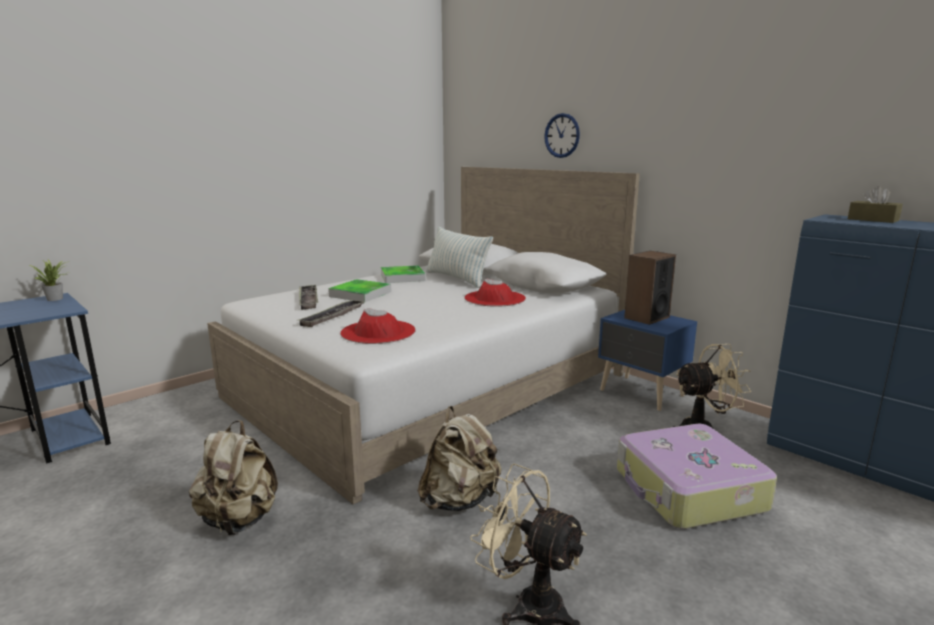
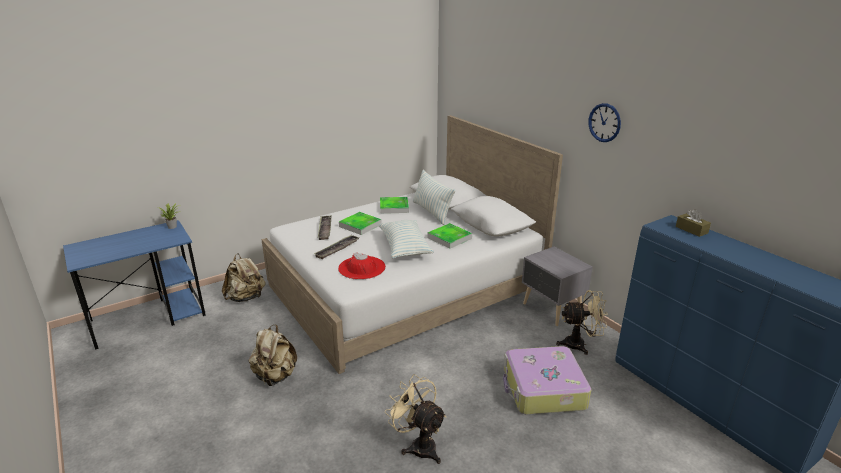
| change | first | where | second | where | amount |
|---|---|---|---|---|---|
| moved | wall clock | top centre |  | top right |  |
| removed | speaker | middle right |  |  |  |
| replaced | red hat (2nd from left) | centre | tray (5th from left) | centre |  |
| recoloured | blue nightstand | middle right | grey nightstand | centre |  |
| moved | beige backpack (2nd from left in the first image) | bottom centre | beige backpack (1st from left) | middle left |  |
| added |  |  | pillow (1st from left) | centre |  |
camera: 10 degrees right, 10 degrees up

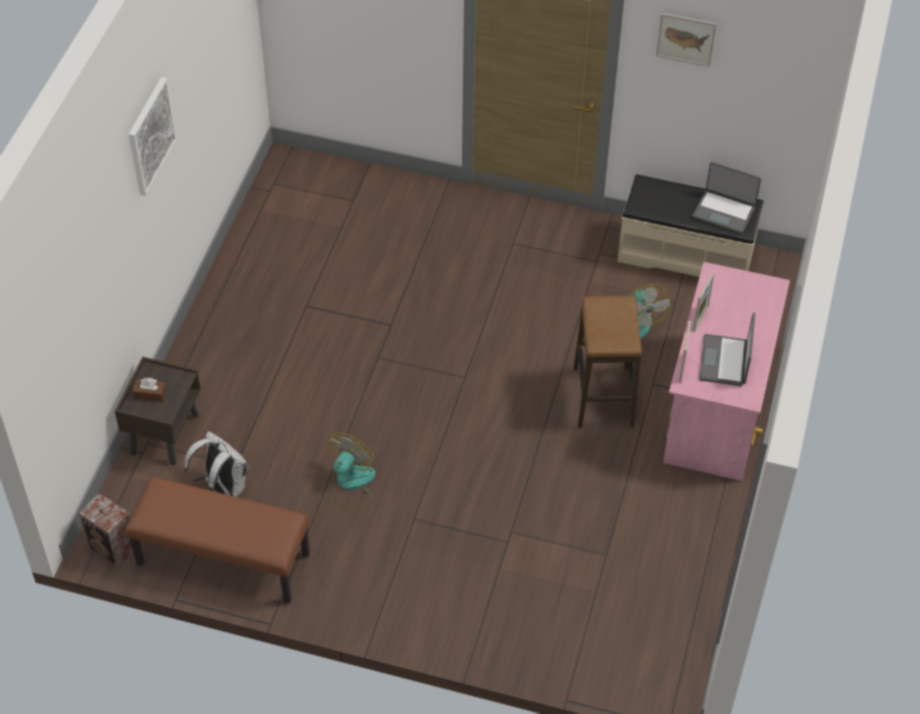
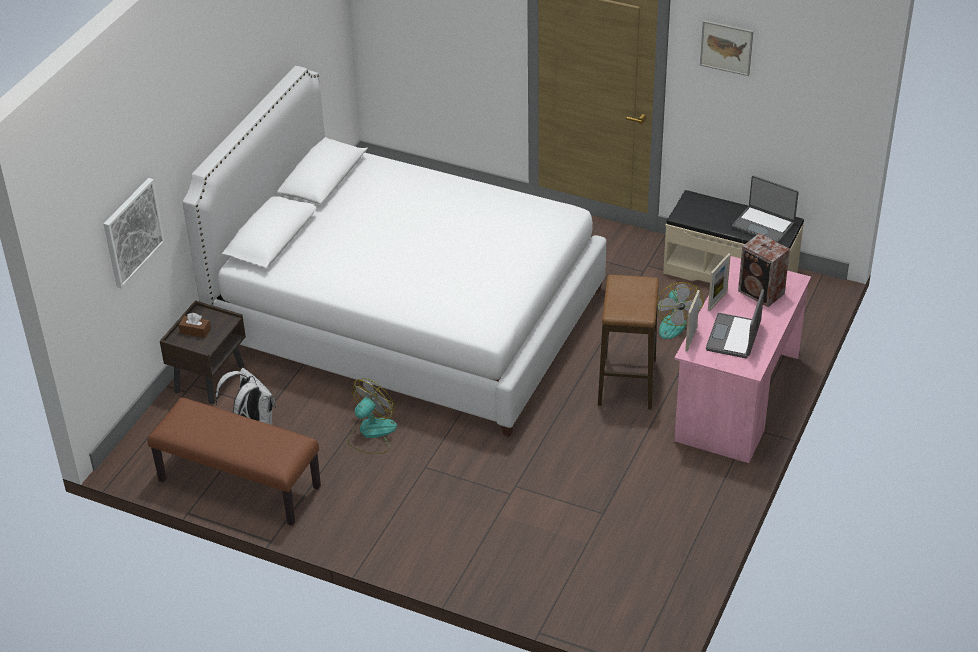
| change | first | where | second | where | amount |
|---|---|---|---|---|---|
| moved | picture (1st from left) | top left |  | middle left |  |
| moved | speaker | bottom left |  | middle right |  |
| added |  |  | white bed | centre |  |
camera: 10 degrees right, 10 degrees down

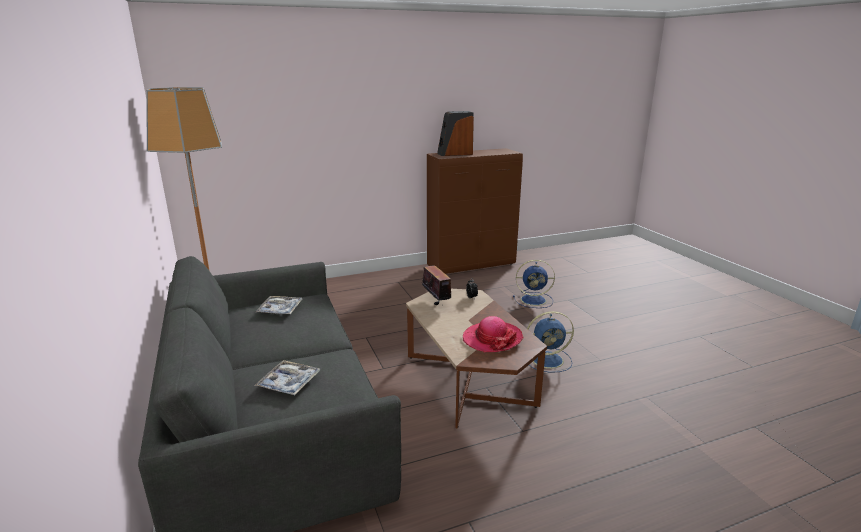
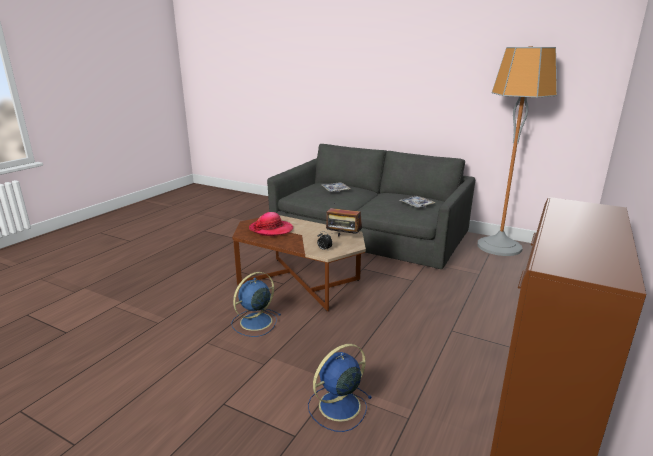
| change | first | where | second | where | amount |
|---|---|---|---|---|---|
| removed | speaker | top centre |  |  |  |
camera: 140 degrees right, 0 degrees up

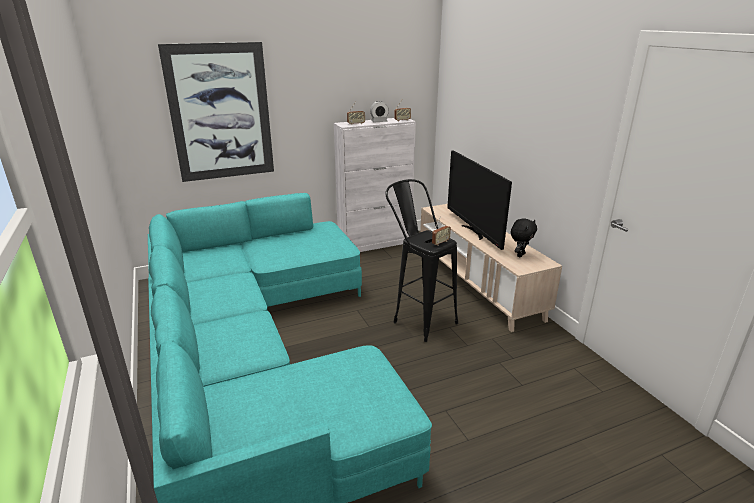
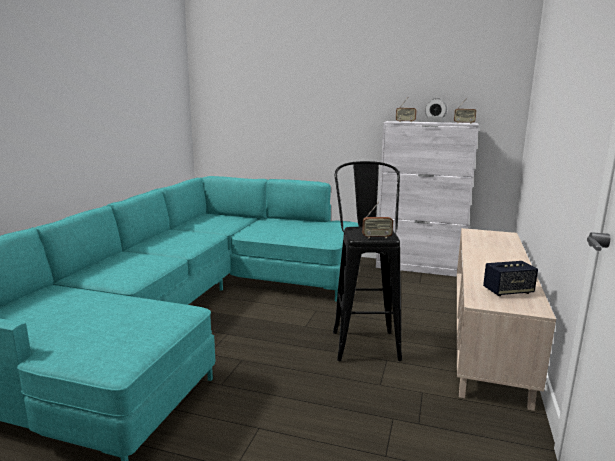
| change | first | where | second | where | amount |
|---|---|---|---|---|---|
| removed | picture | top left |  |  |  |
| removed | television | centre |  |  |  |
| replaced | black plush toy | middle right | speaker | middle right |  |
camera: 40 degrees right, 10 degrees down

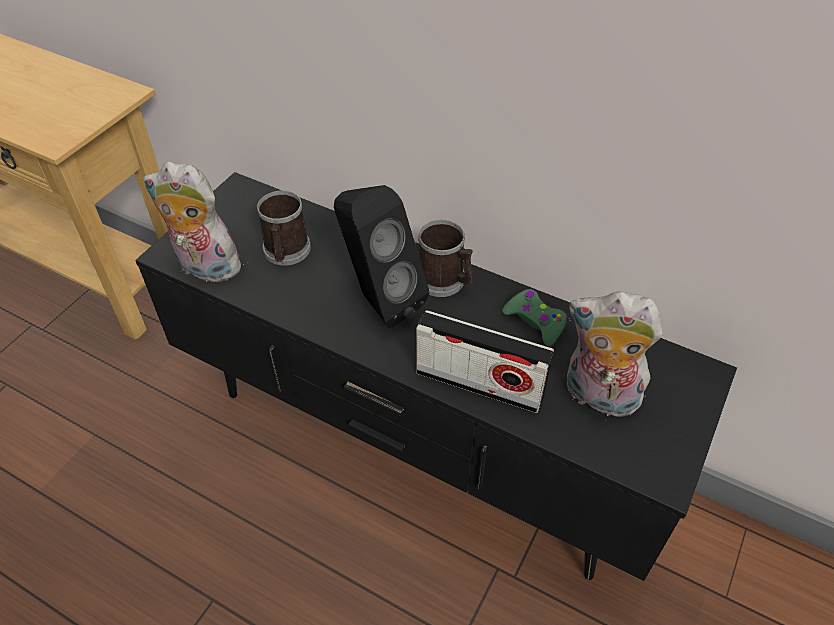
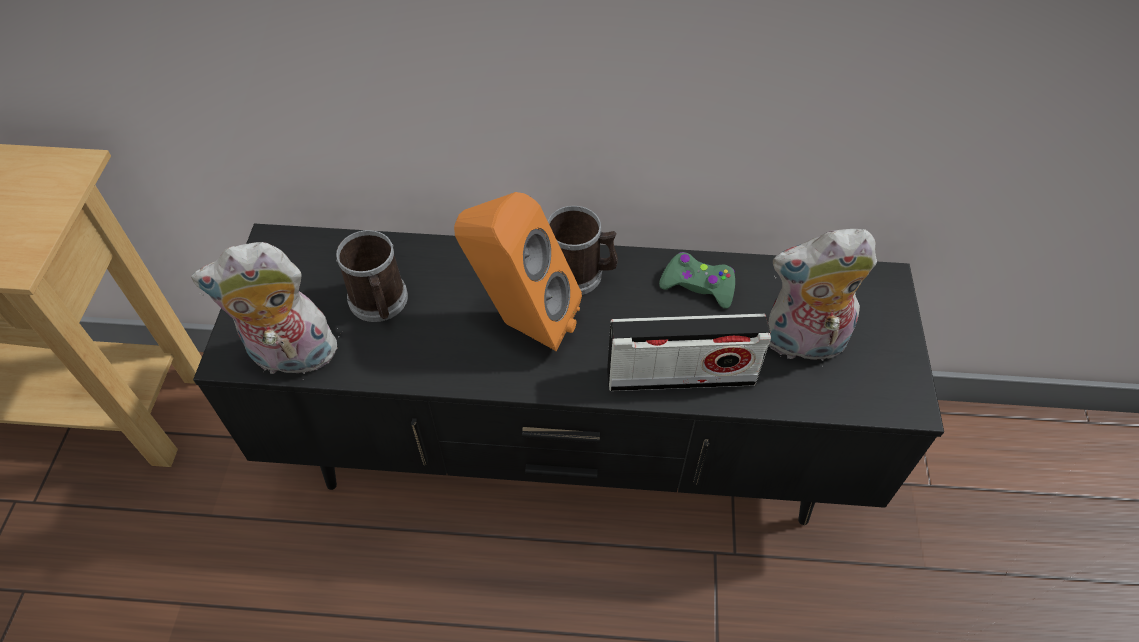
| change | first | where | second | where | amount |
|---|---|---|---|---|---|
| recoloured | black speaker | centre | orange speaker | centre |  |
camera: 25 degrees left, 5 degrees up

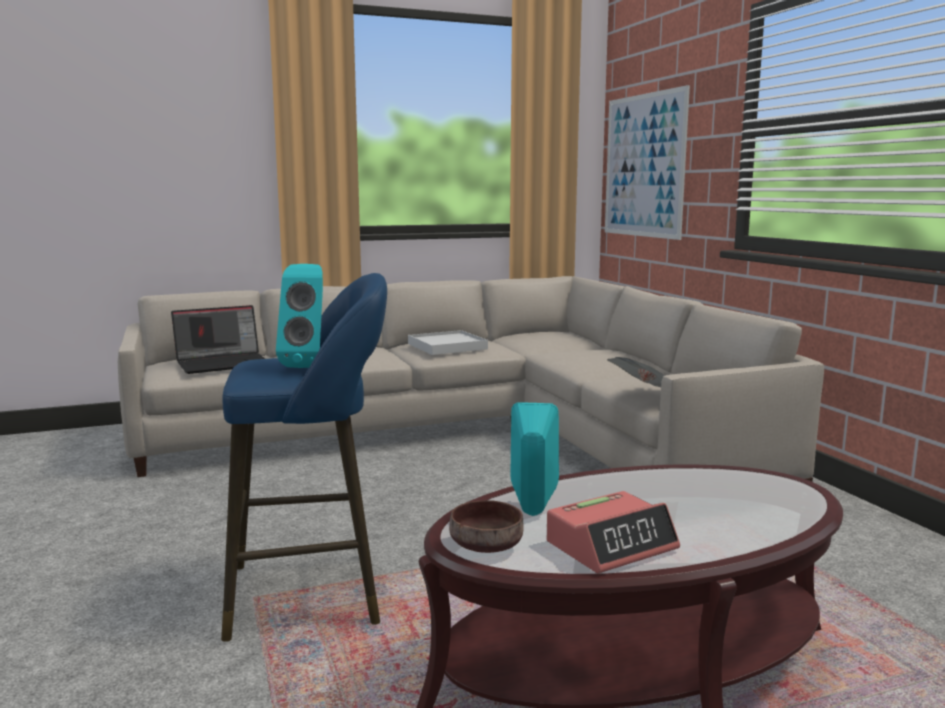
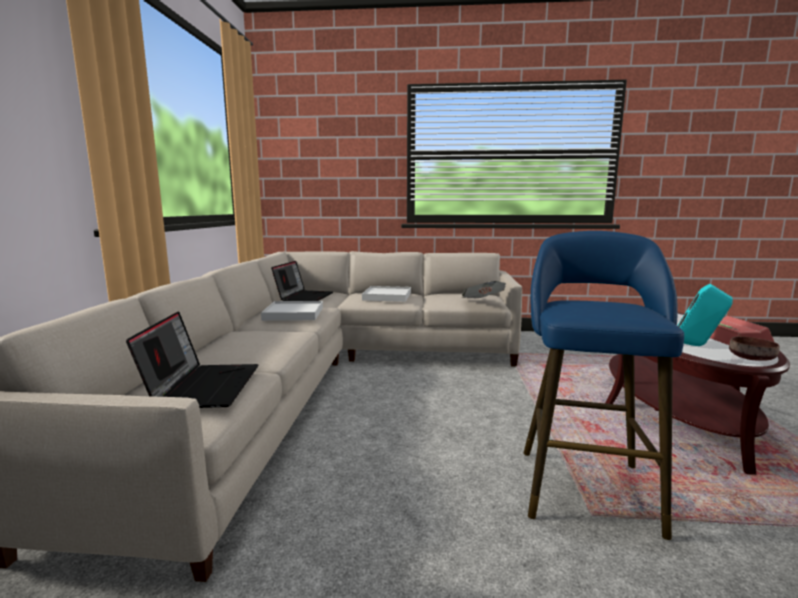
| change | first | where | second | where | amount |
|---|---|---|---|---|---|
| removed | picture | top right |  |  |  |
| removed | turquoise speaker (1st from left) | middle left |  |  |  |
| added |  |  | laptop (2nd from left) | centre |  |
| added |  |  | white tray (2nd from left) | centre |  |
camera: 65 degrees left, 0 degrees up

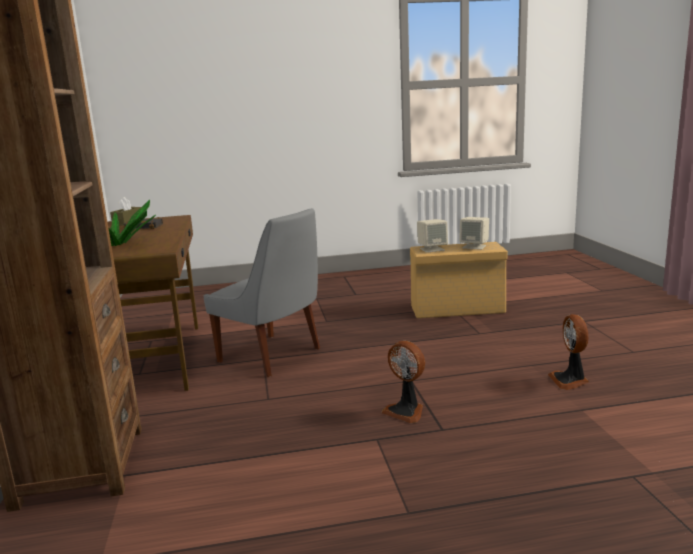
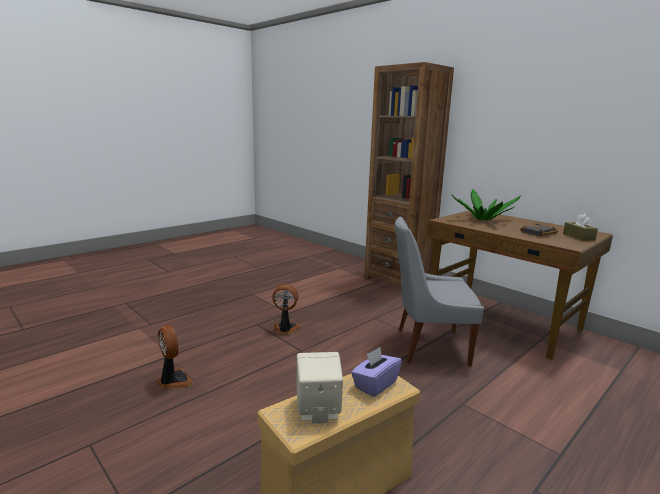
| change | first | where | second | where | amount |
|---|---|---|---|---|---|
| replaced | beige speaker (1st from left) | centre | purple tissue box | bottom centre |  |
camera: 145 degrees right, 0 degrees up

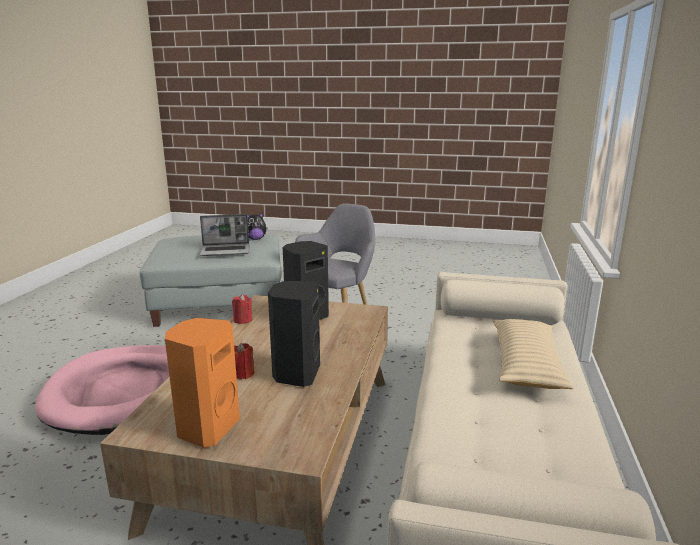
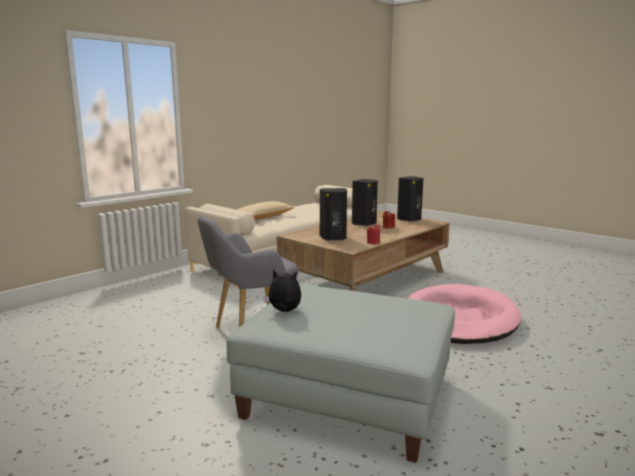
| change | first | where | second | where | amount |
|---|---|---|---|---|---|
| removed | laptop | middle left |  |  |  |
| recoloured | orange speaker | bottom left | black speaker (3rd from left) | centre |  |
camera: 150 degrees left, 5 degrees down

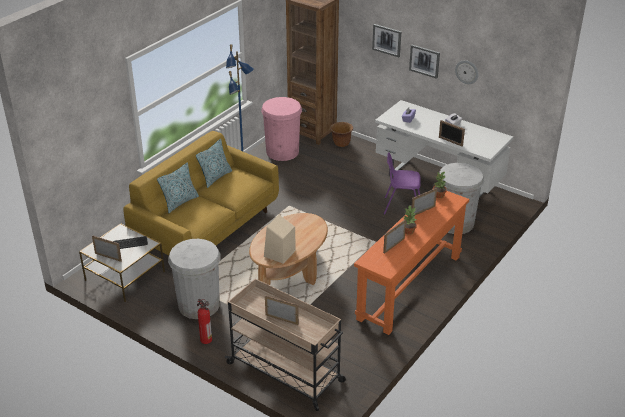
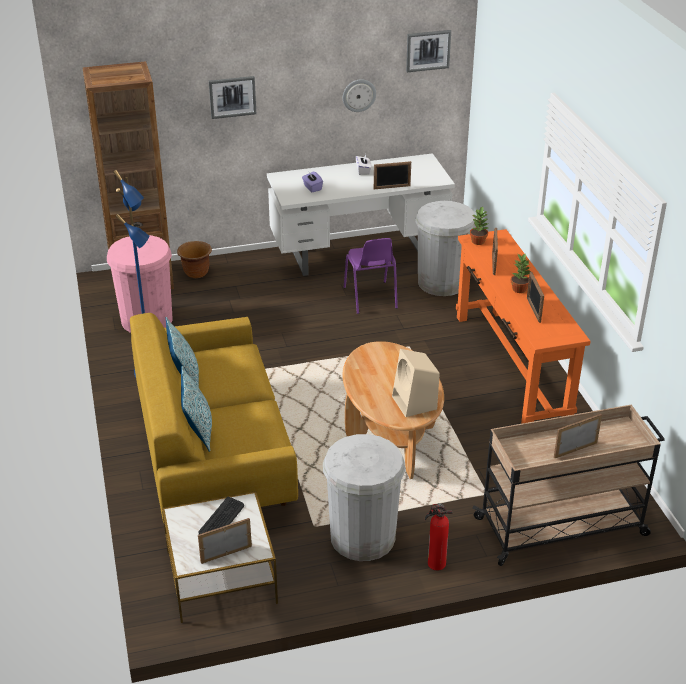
| change | first | where | second | where | amount |
|---|---|---|---|---|---|
| moved | picture (2nd from left) | top right |  | top centre |  |
| turned | purple chair | centre |  | centre | 60 degrees counterclockwise |
camera: 50 degrees left, 0 degrees up

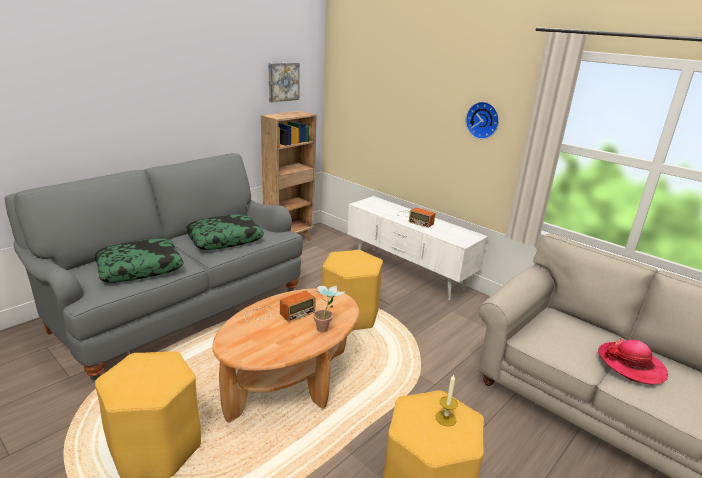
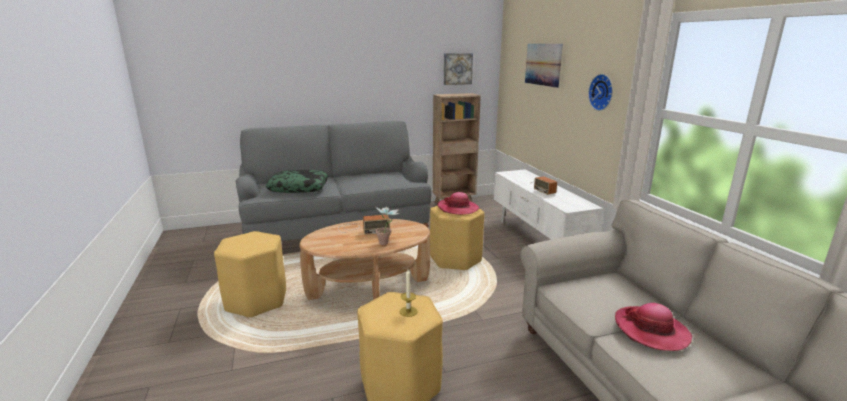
| change | first | where | second | where | amount |
|---|---|---|---|---|---|
| removed | pillow (2nd from left) | middle left |  |  |  |
| added |  |  | picture (2nd from left) | top centre |  |
| added |  |  | hat (1st from left) | centre |  |
camera: 30 degrees right, 5 degrees down

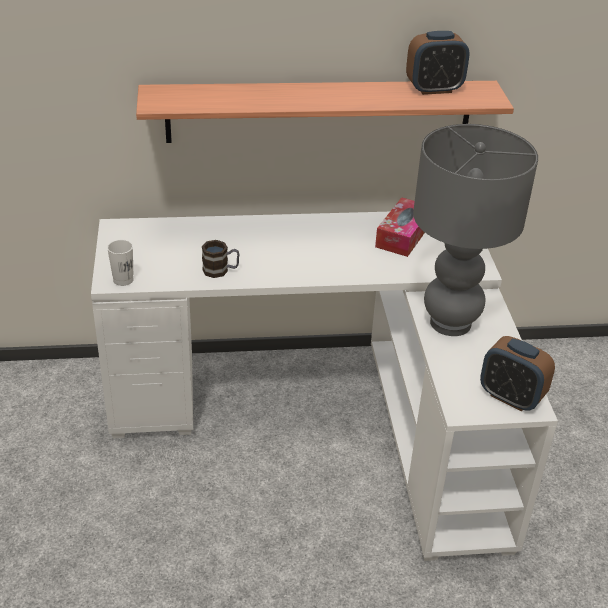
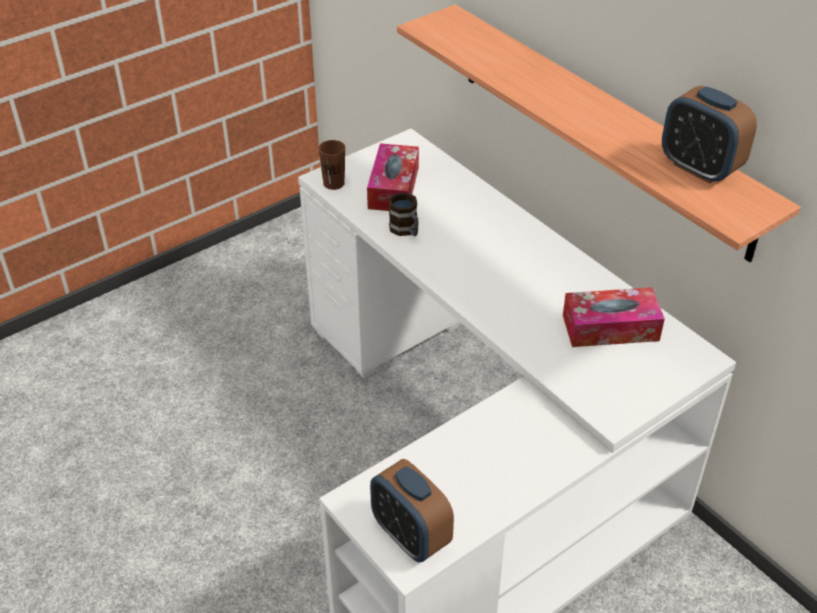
| change | first | where | second | where | amount |
|---|---|---|---|---|---|
| removed | grey table lamp | middle right |  |  |  |
| recoloured | white cup | middle left | brown cup | top centre |  |
| turned | alarm clock (2nd from left in the first image) | middle right | alarm clock (1st from left) | bottom centre | 45 degrees counterclockwise |
| added |  |  | tissue box (1st from left) | top centre |  |
camera: 60 degrees right, 5 degrees up

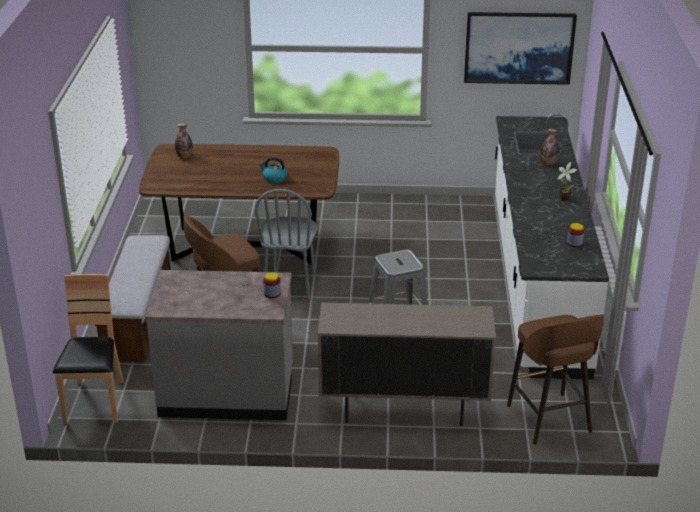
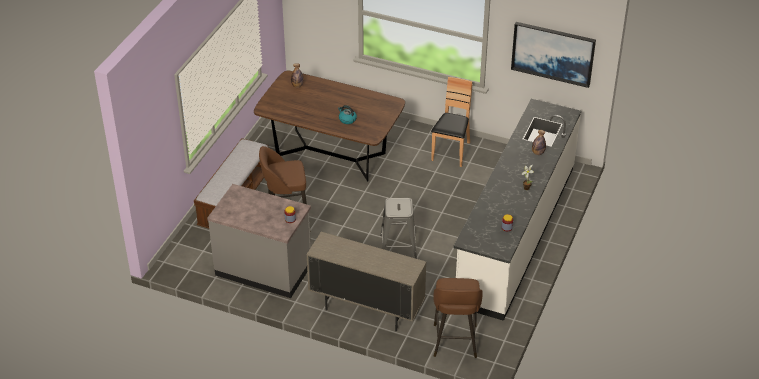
| change | first | where | second | where | amount |
|---|---|---|---|---|---|
| removed | grey chair | centre |  |  |  |
| moved | brown chair | bottom left |  | top centre |  |
camera: 20 degrees right, 10 degrees up

